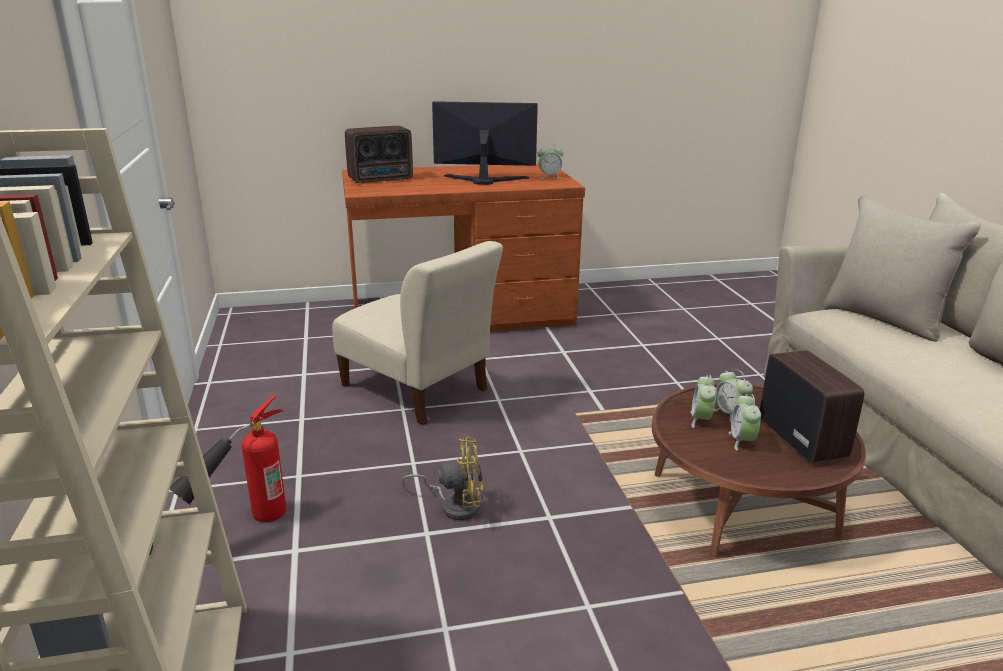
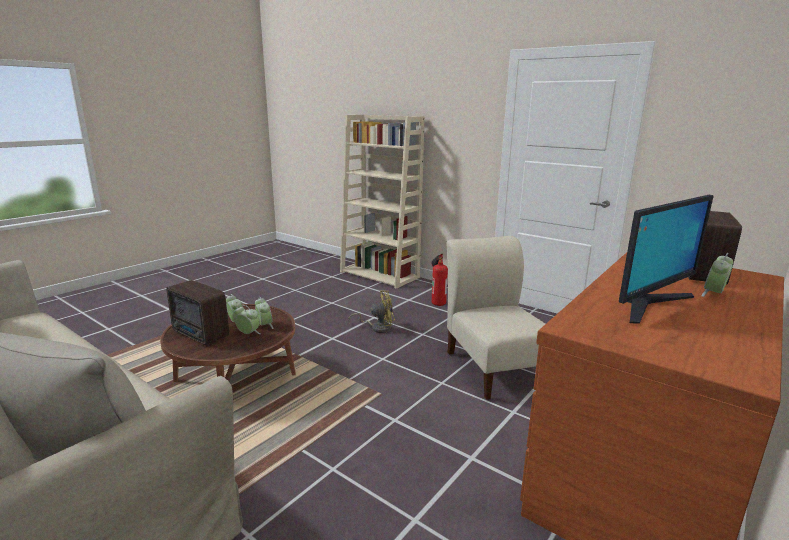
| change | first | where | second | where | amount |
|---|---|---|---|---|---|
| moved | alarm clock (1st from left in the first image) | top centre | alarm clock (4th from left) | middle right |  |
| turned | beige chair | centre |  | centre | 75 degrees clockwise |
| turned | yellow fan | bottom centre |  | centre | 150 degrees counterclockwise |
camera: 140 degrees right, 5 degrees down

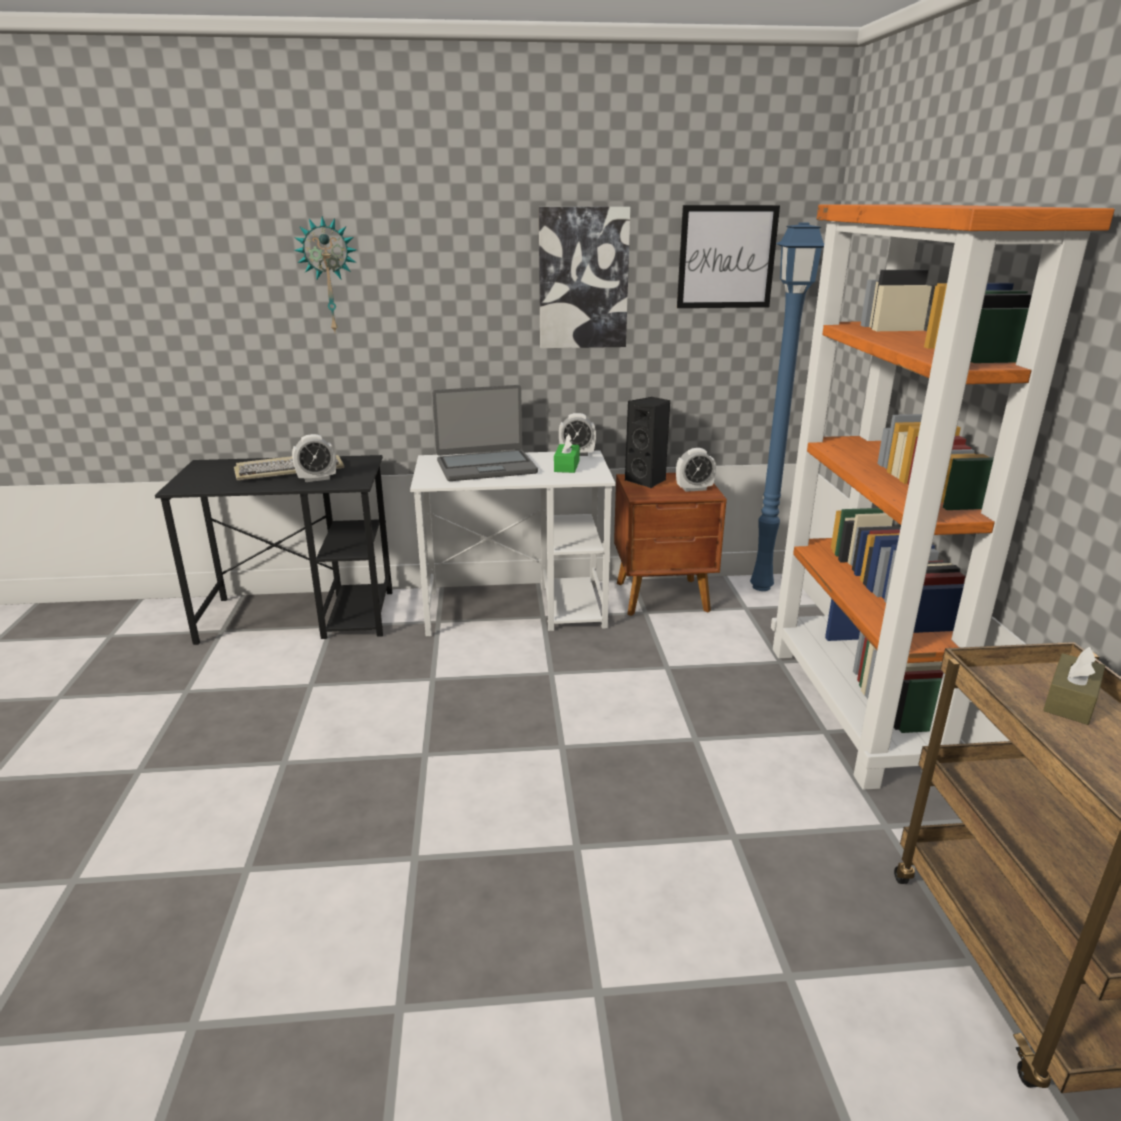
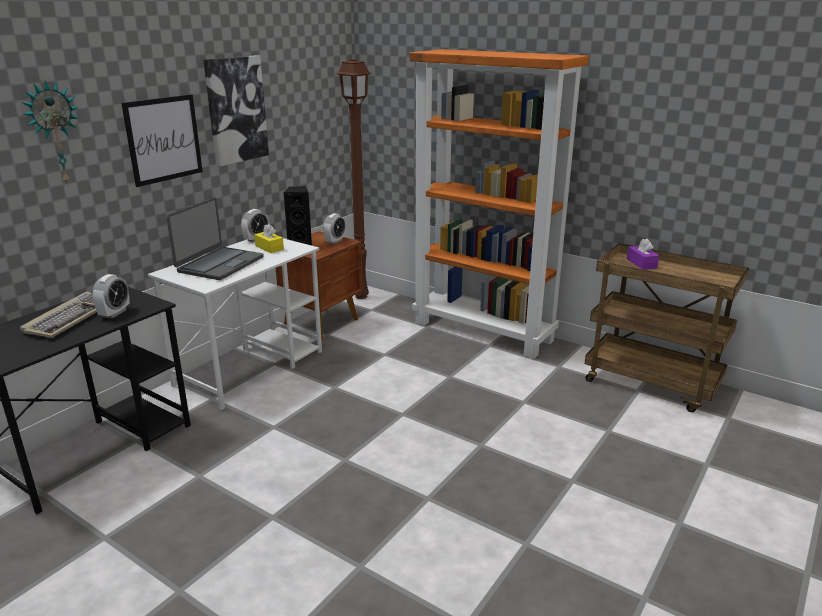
| change | first | where | second | where | amount |
|---|---|---|---|---|---|
| moved | picture (2nd from left in the first image) | top centre | picture (1st from left) | top left |  |
| recoloured | blue floor lamp | middle right | brown floor lamp | top centre |  |
| recoloured | green tissue box | centre | yellow tissue box | middle left |  |
| recoloured | brown tissue box | middle right | purple tissue box | middle right |  |
camera: 50 degrees left, 0 degrees up

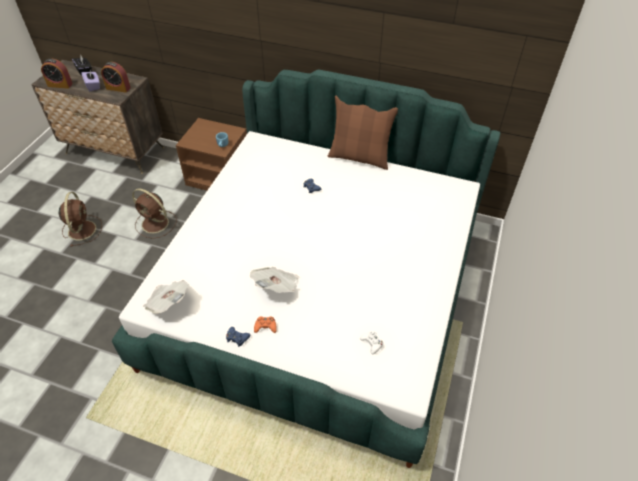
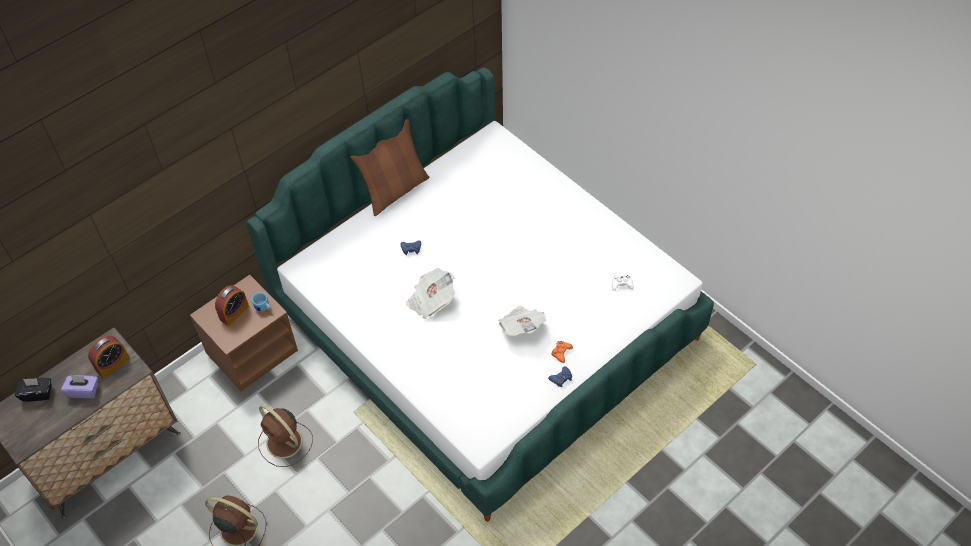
| change | first | where | second | where | amount |
|---|---|---|---|---|---|
| moved | alarm clock (1st from left in the first image) | top left | alarm clock (2nd from left) | middle left |  |
| turned | brown fan (2nd from left) | middle left |  | bottom left | 75 degrees clockwise |
| moved | newspaper (1st from left) | middle left |  | centre |  |
camera: 60 degrees left, 5 degrees up

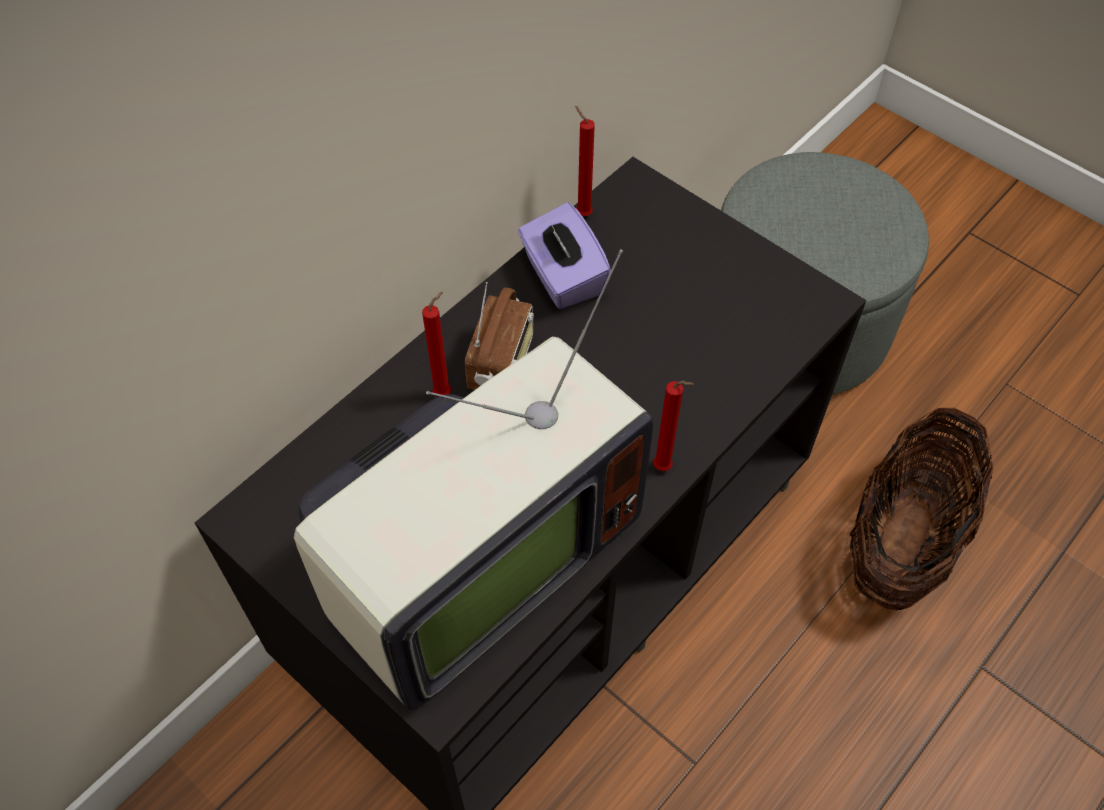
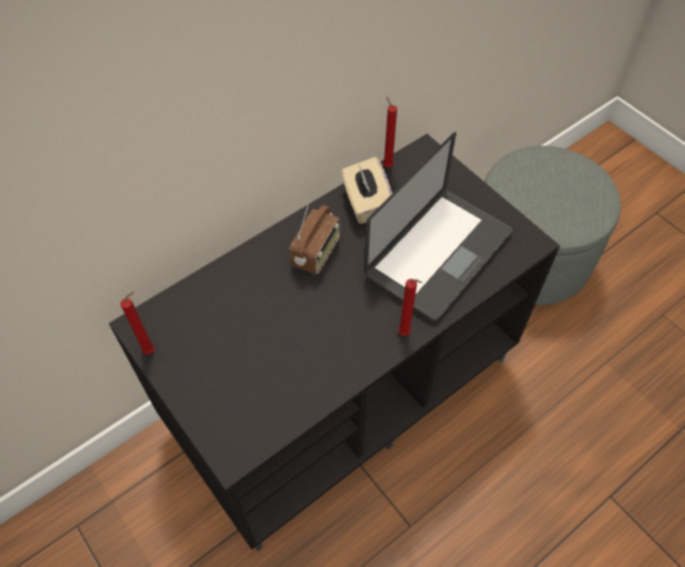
| change | first | where | second | where | amount |
|---|---|---|---|---|---|
| recoloured | purple tissue box | top centre | beige tissue box | centre |  |
| removed | television | centre |  |  |  |
| moved | red candle (1st from left) | centre |  | middle left |  |
| removed | basket | middle right |  |  |  |
| added |  |  | laptop | centre |  |
camera: 10 degrees right, 0 degrees up

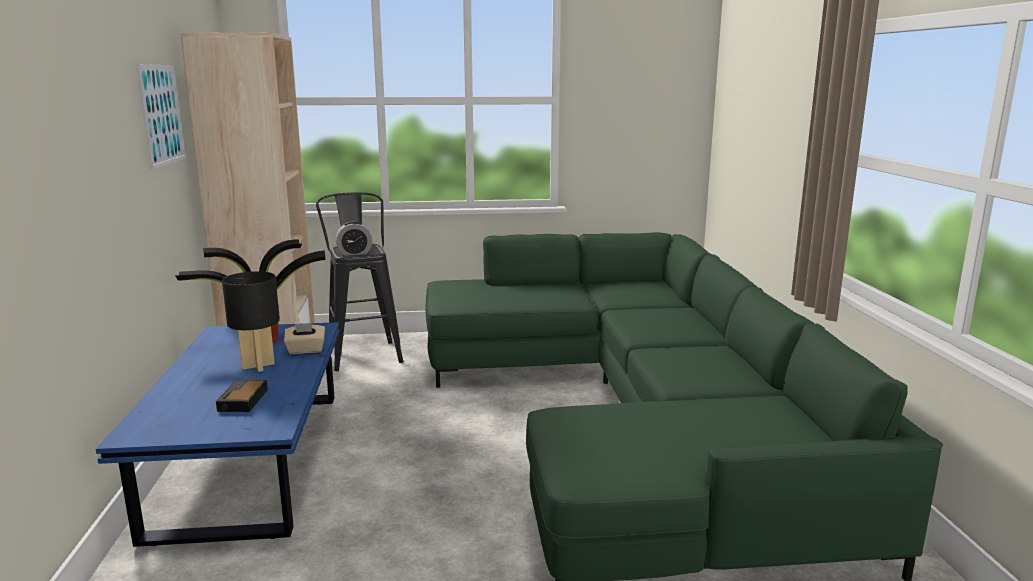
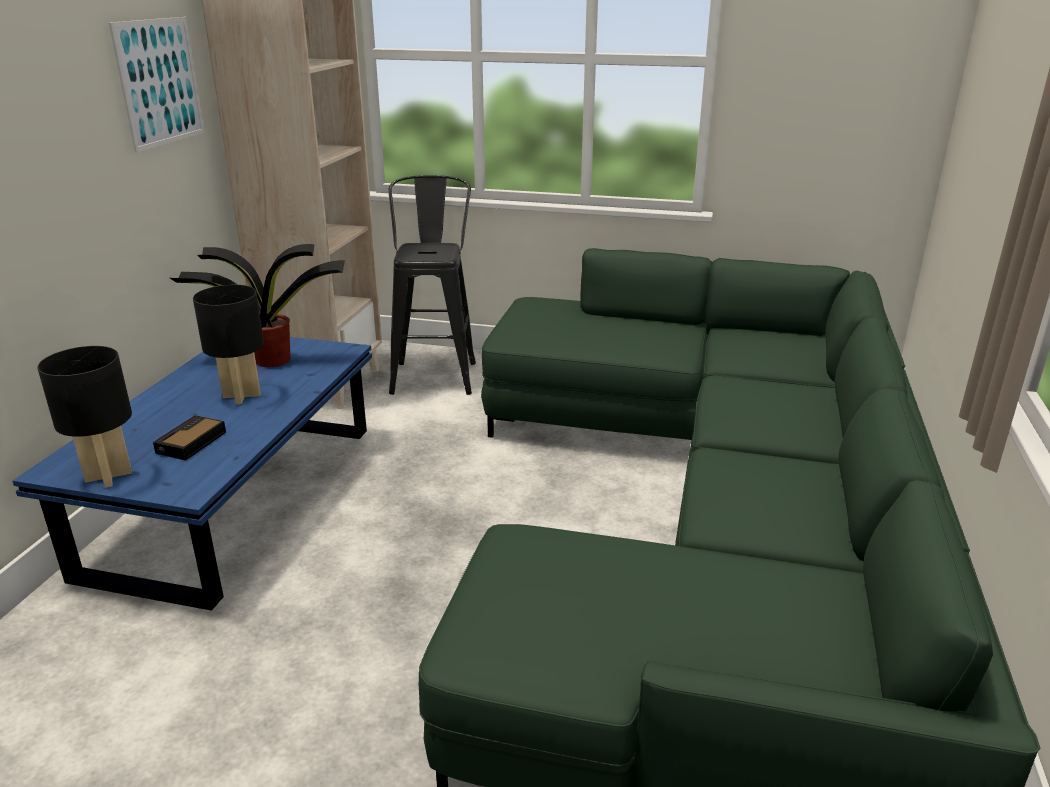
| change | first | where | second | where | amount |
|---|---|---|---|---|---|
| removed | alarm clock (2nd from left) | centre |  |  |  |
| removed | beige tissue box | middle left |  |  |  |
| added |  |  | black table lamp (1st from left) | middle left |  |
camera: 20 degrees right, 10 degrees up

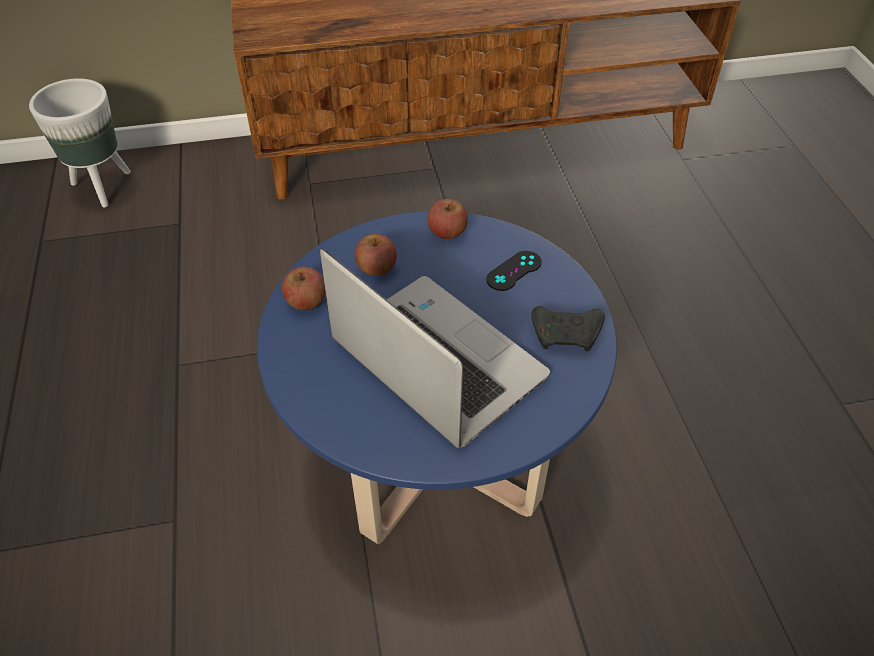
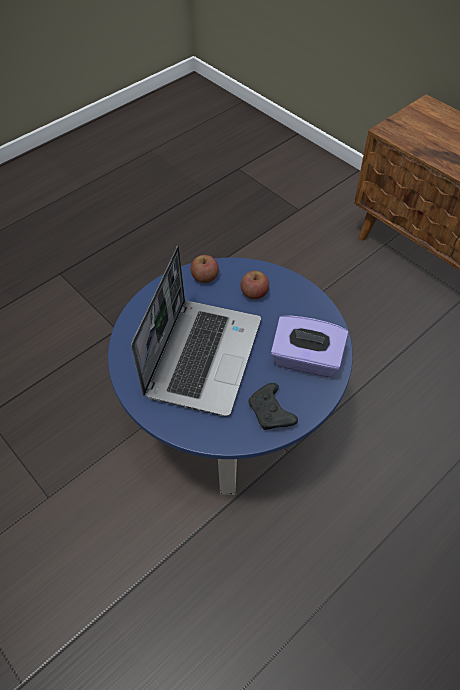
| change | first | where | second | where | amount |
|---|---|---|---|---|---|
| removed | white planter | top left |  |  |  |
| removed | apple (3rd from left) | centre |  |  |  |
| replaced | black game controller (1st from left) | centre | purple tissue box | middle right |  |
camera: 60 degrees right, 5 degrees up

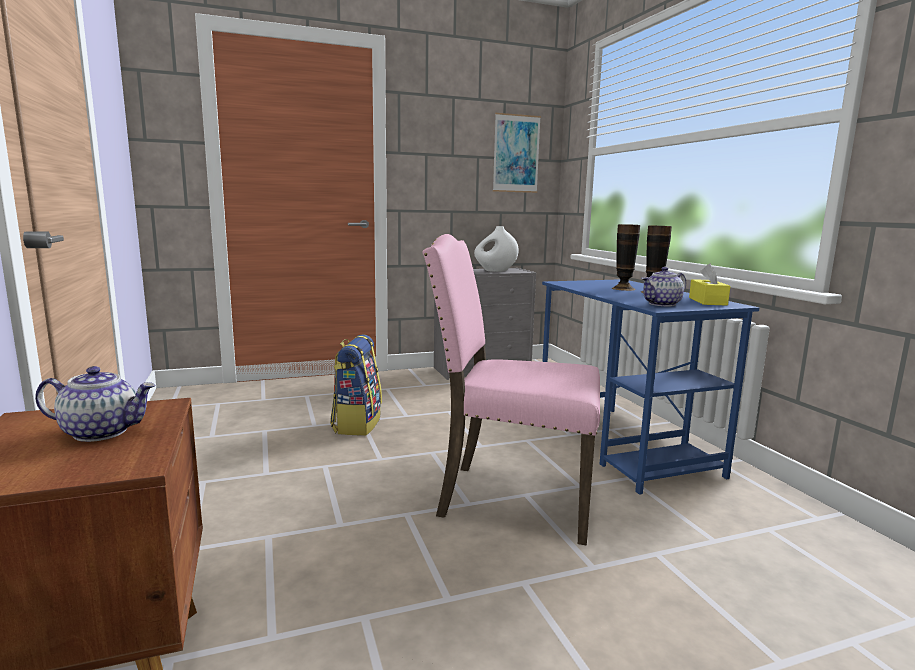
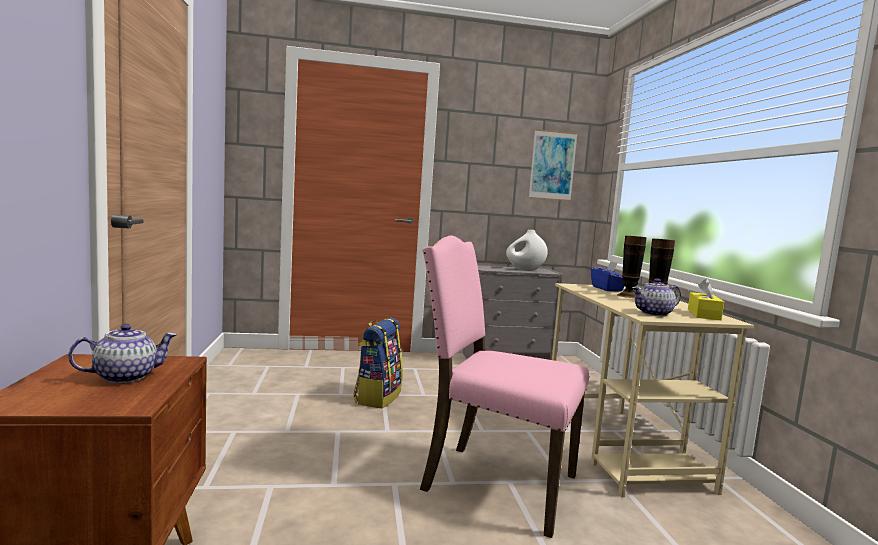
| change | first | where | second | where | amount |
|---|---|---|---|---|---|
| recoloured | blue desk | middle right | beige desk | bottom right |  |
| turned | teapot (1st from left) | middle left |  | middle left | 45 degrees counterclockwise |
| added |  |  | blue tissue box | middle right |  |
camera: 10 degrees right, 5 degrees down

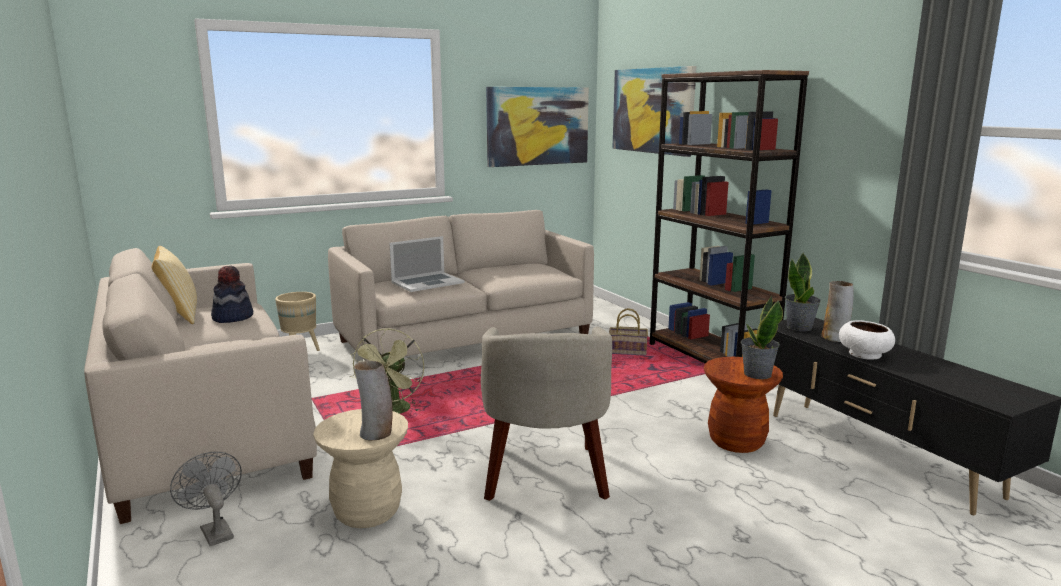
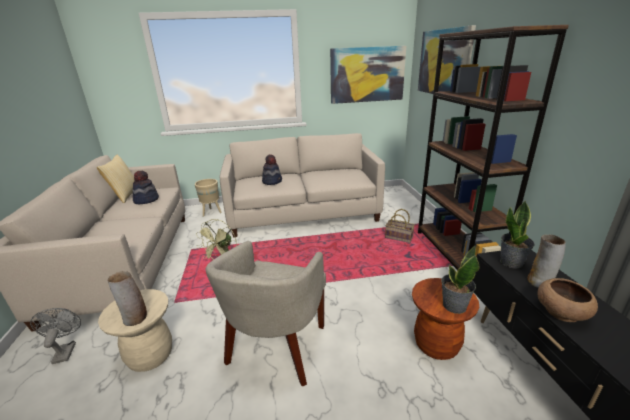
| change | first | where | second | where | amount |
|---|---|---|---|---|---|
| replaced | laptop | centre | hat (2nd from left) | centre |  |
| recoloured | white bowl | middle right | brown bowl | bottom right |  |
camera: 20 degrees right, 10 degrees up

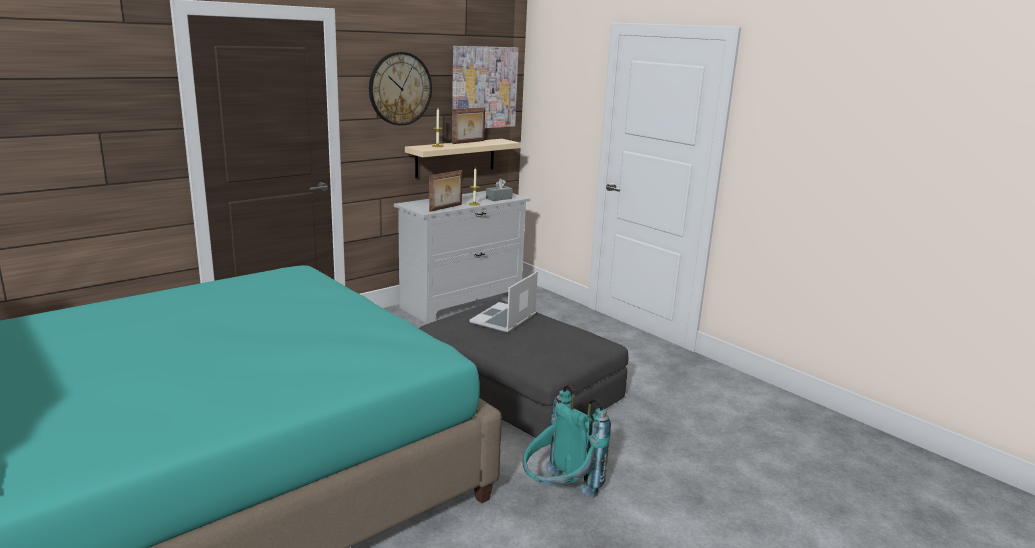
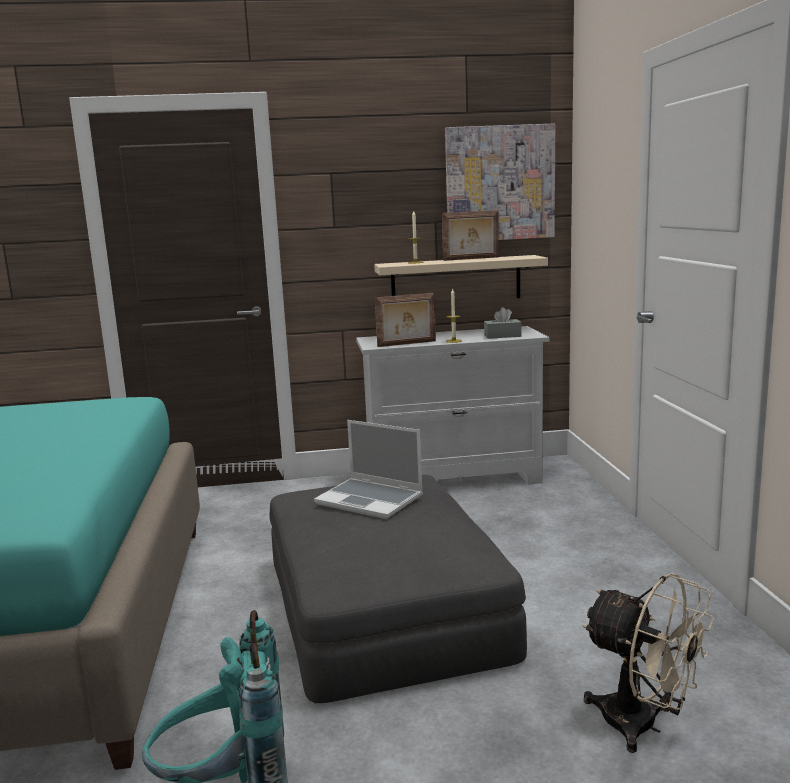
| change | first | where | second | where | amount |
|---|---|---|---|---|---|
| removed | wall clock | top centre |  |  |  |
| turned | laptop | centre |  | centre | 120 degrees counterclockwise |
| added |  |  | beige fan | bottom right |  |
camera: 35 degrees right, 5 degrees down

